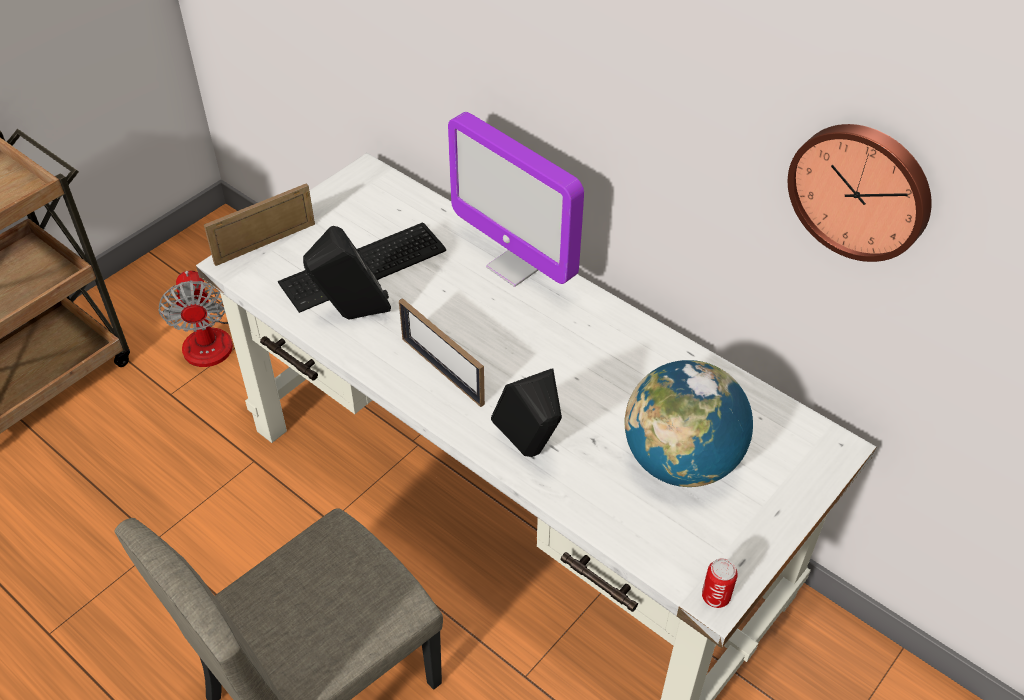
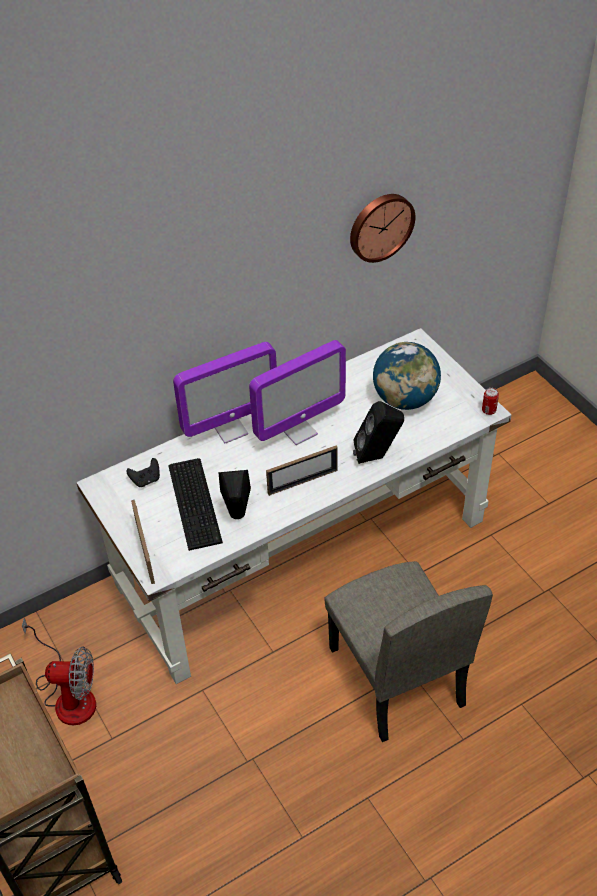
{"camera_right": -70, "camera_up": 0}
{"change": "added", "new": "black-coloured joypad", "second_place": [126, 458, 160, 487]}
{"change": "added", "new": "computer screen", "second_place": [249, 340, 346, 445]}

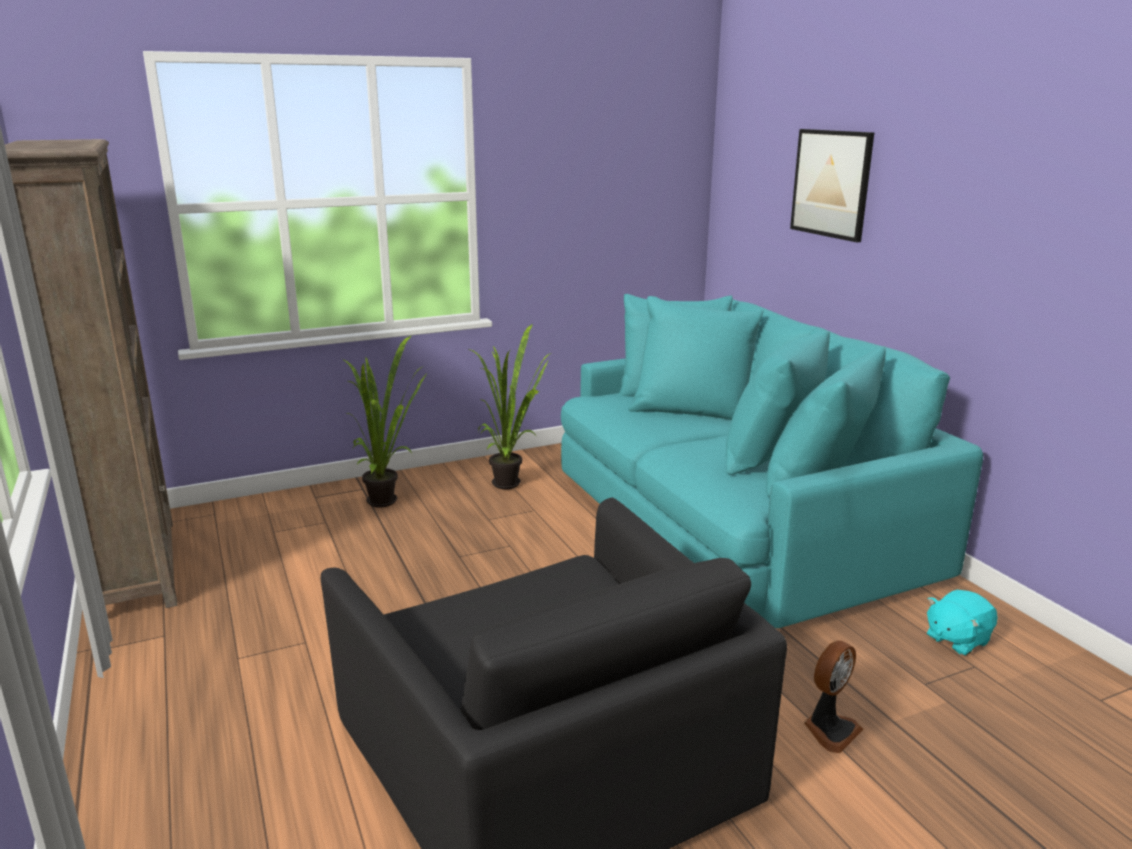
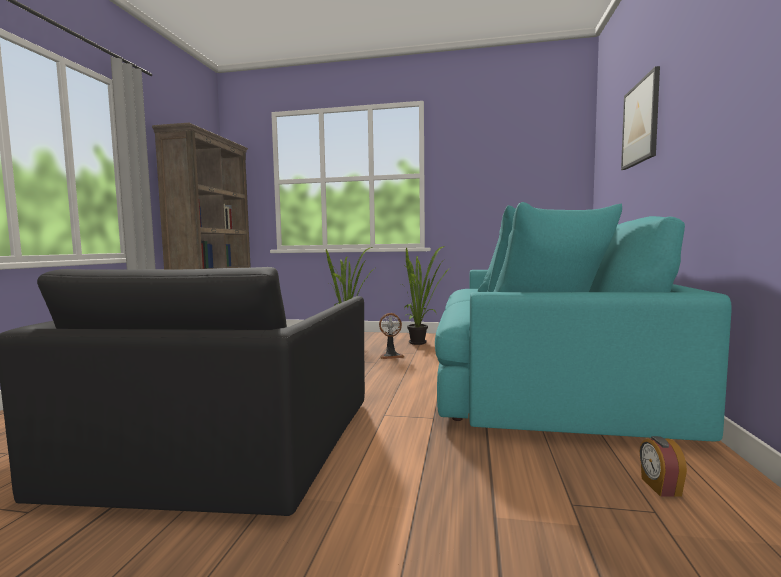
{"camera_right": 35, "camera_up": -15}
{"change": "moved", "old": "cooling fan", "first_place": [804, 641, 864, 753], "second_place": [379, 313, 404, 359]}
{"change": "replaced", "old": "turquoise-coloured plush toy", "new": "bedside clock", "first_place": [927, 590, 998, 656], "second_place": [640, 436, 687, 496]}

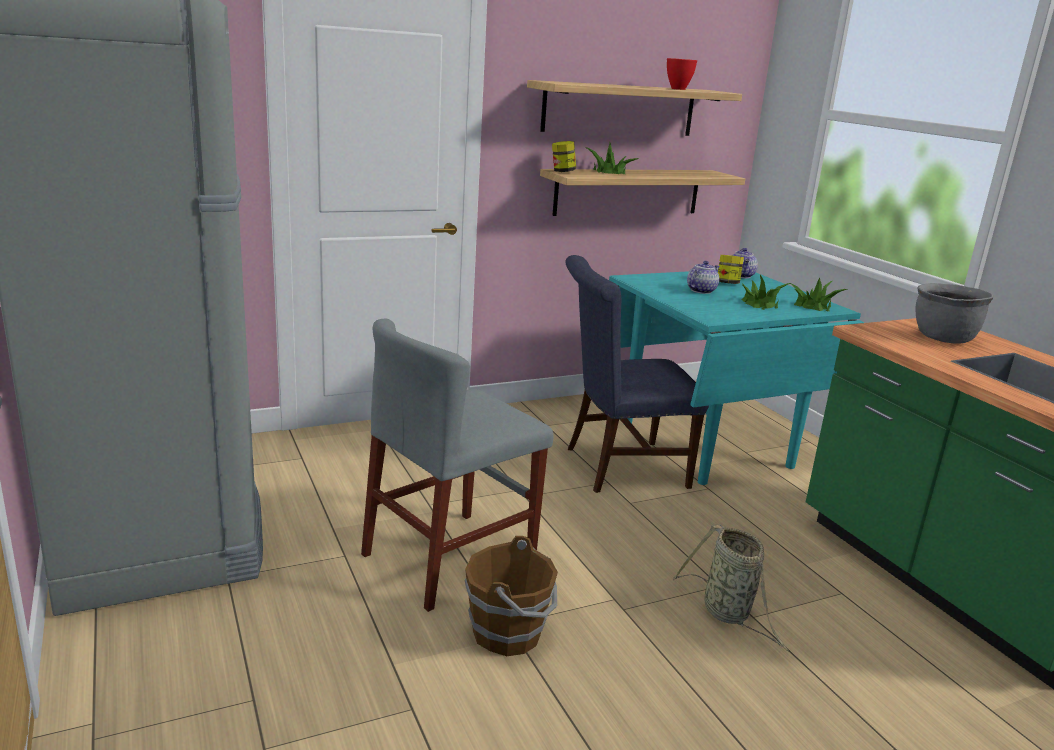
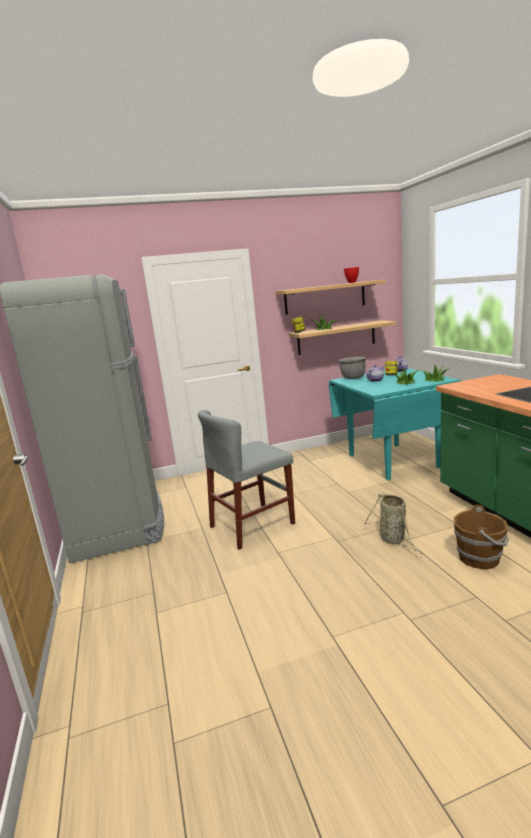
{"camera_right": 10, "camera_up": -5}
{"change": "removed", "old": "blue upright chair", "first_place": [566, 255, 709, 493]}
{"change": "moved", "old": "brownish bucket", "first_place": [465, 536, 558, 656], "second_place": [454, 505, 509, 570]}
{"change": "moved", "old": "greyish saucepot", "first_place": [916, 283, 994, 344], "second_place": [339, 357, 366, 379]}

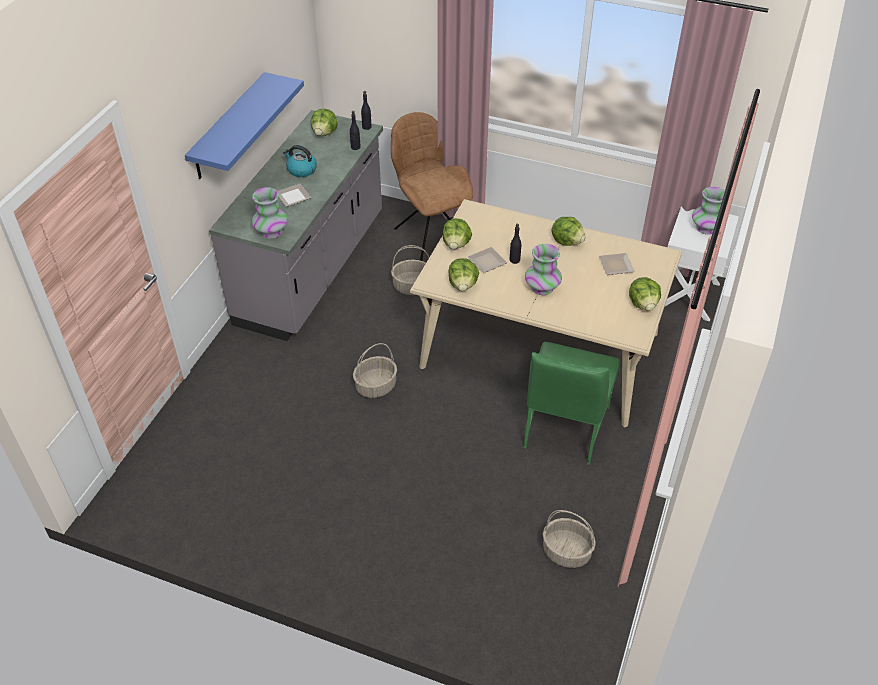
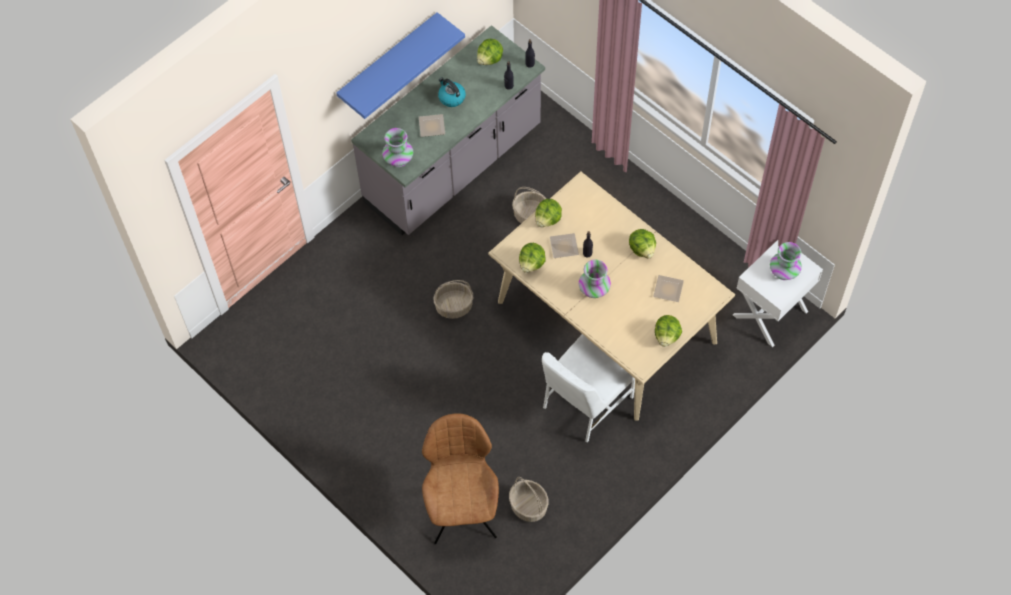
{"camera_right": 25, "camera_up": 15}
{"change": "moved", "old": "brownish upright chair", "first_place": [391, 112, 473, 261], "second_place": [422, 413, 499, 544]}
{"change": "recoloured", "old": "greenish upright chair", "new": "whitish upright chair", "first_place": [523, 342, 620, 465], "second_place": [542, 334, 635, 442]}

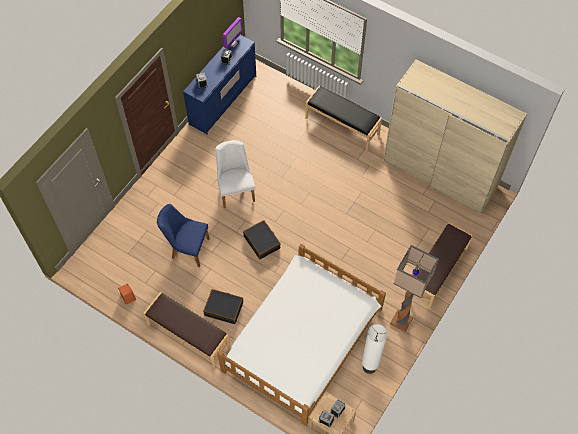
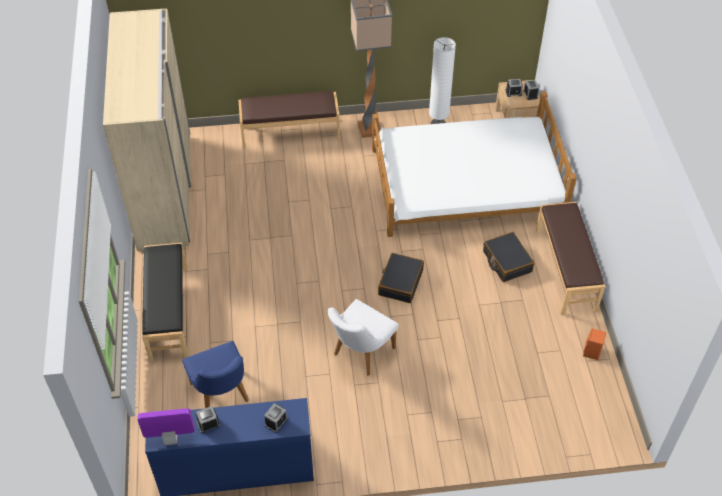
{"camera_right": -130, "camera_up": -10}
{"change": "moved", "old": "blue upright chair", "first_place": [157, 204, 210, 267], "second_place": [182, 341, 249, 408]}

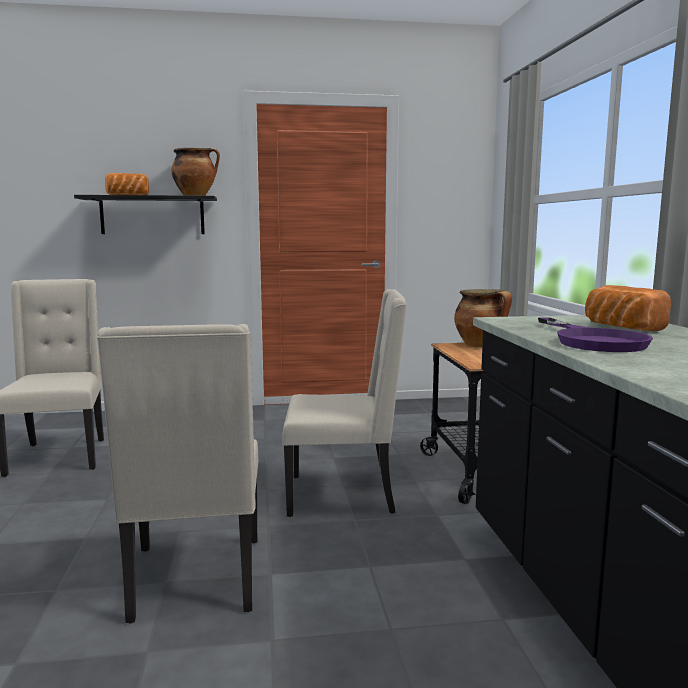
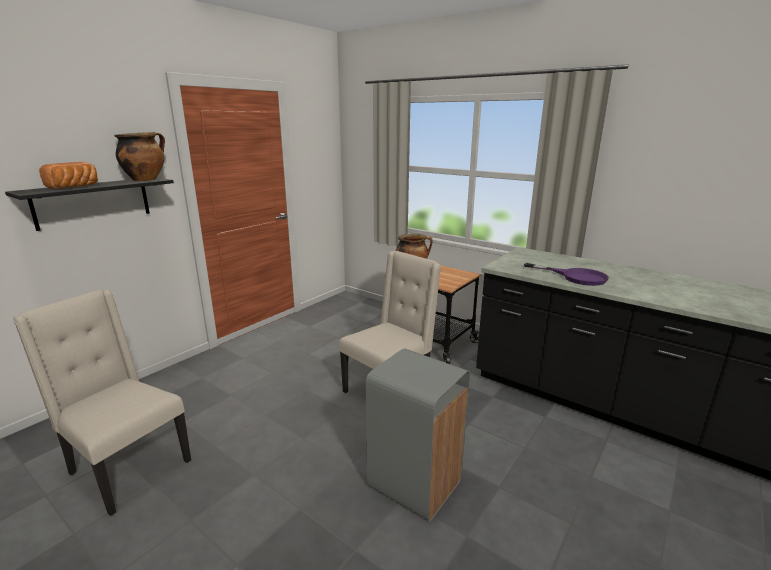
{"camera_right": -45, "camera_up": 10}
{"change": "removed", "old": "baked bread", "first_place": [585, 285, 671, 331]}
{"change": "replaced", "old": "sand-coloured upright chair", "new": "greyish trash can", "first_place": [96, 324, 258, 623], "second_place": [366, 348, 470, 522]}

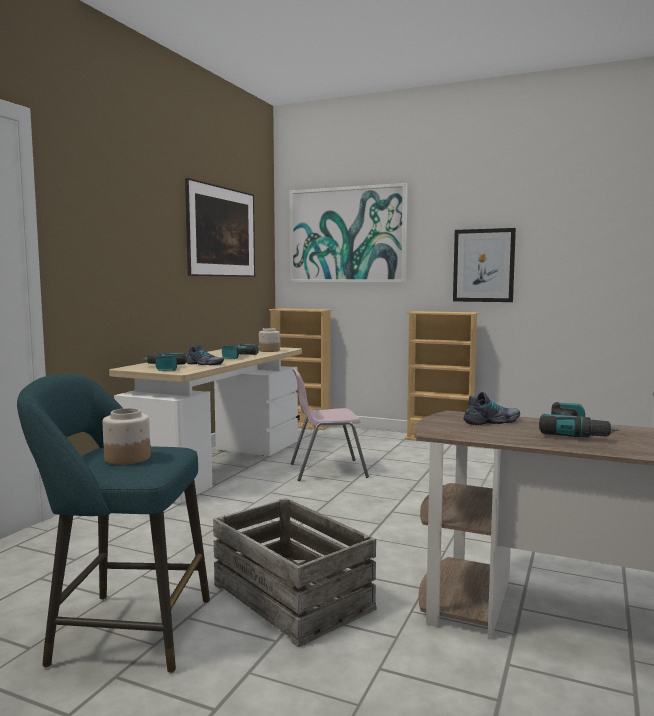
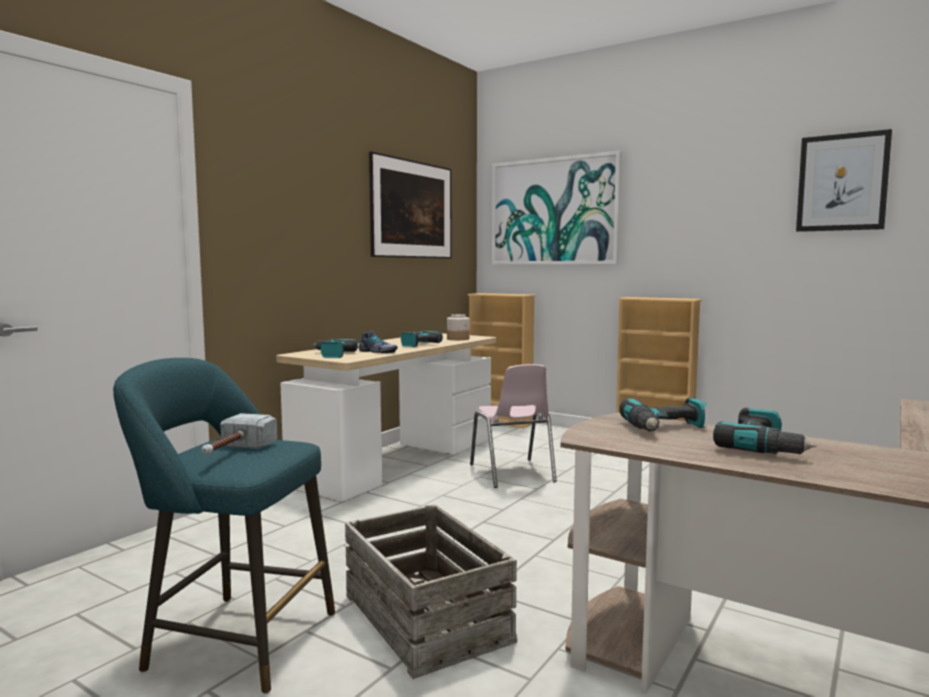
{"camera_right": 10, "camera_up": 0}
{"change": "moved", "old": "wall art", "first_place": [453, 228, 516, 302], "second_place": [796, 129, 892, 232]}
{"change": "replaced", "old": "jar", "new": "tool hammer", "first_place": [103, 408, 151, 465], "second_place": [201, 413, 277, 455]}
{"change": "replaced", "old": "low shoe", "new": "drill", "first_place": [464, 392, 520, 425], "second_place": [619, 397, 707, 431]}
{"change": "turned", "old": "pinkish upright chair", "first_place": [291, 368, 369, 481], "second_place": [470, 364, 557, 488], "degrees": -105}

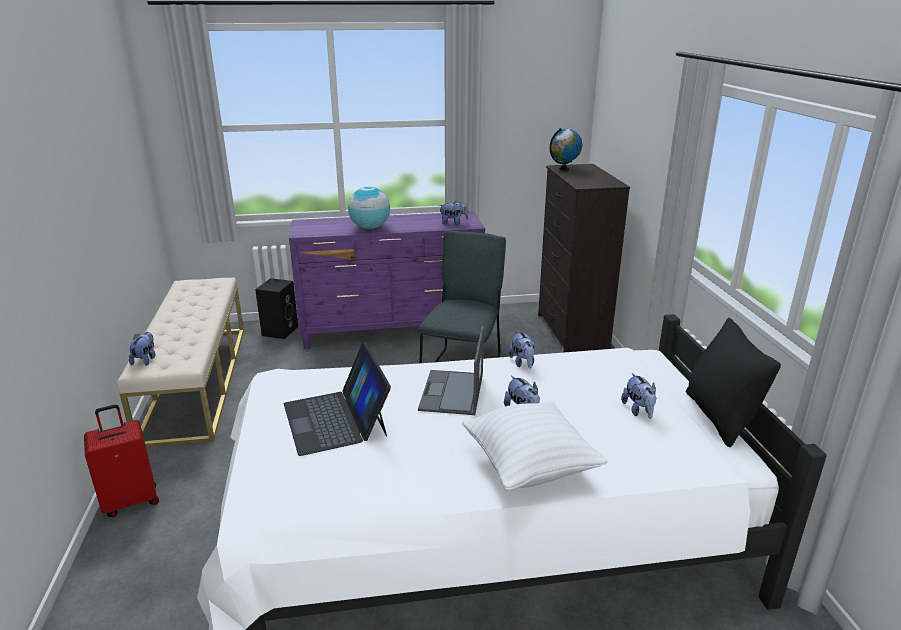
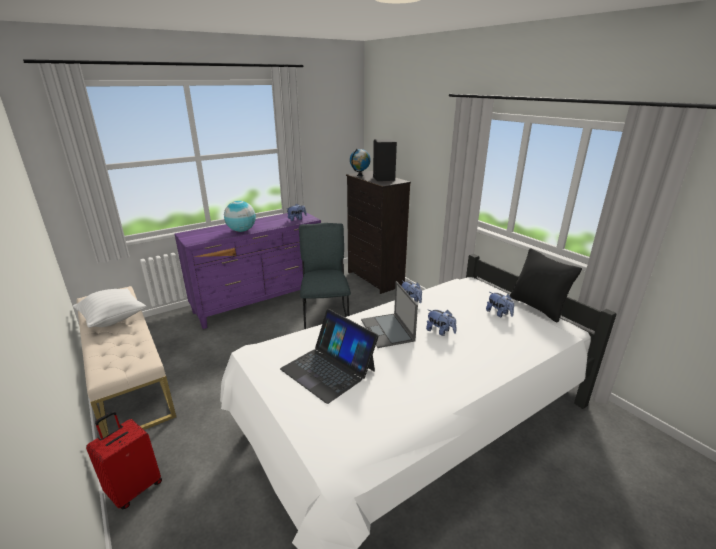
{"camera_right": -25, "camera_up": 0}
{"change": "removed", "old": "plush toy", "first_place": [129, 332, 155, 366]}
{"change": "moved", "old": "black-coloured loudspeaker", "first_place": [255, 278, 298, 339], "second_place": [373, 139, 397, 181]}
{"change": "moved", "old": "whitish throw pillow", "first_place": [462, 402, 608, 491], "second_place": [73, 288, 146, 328]}

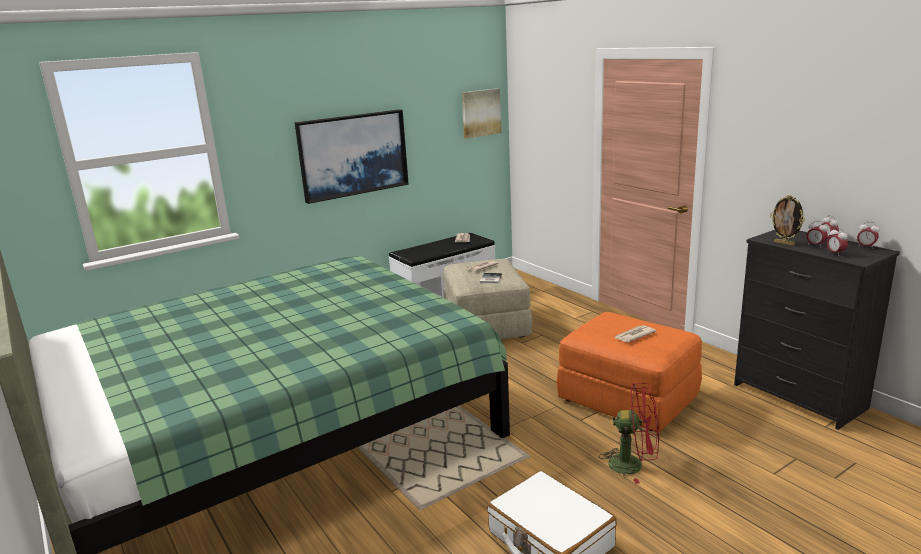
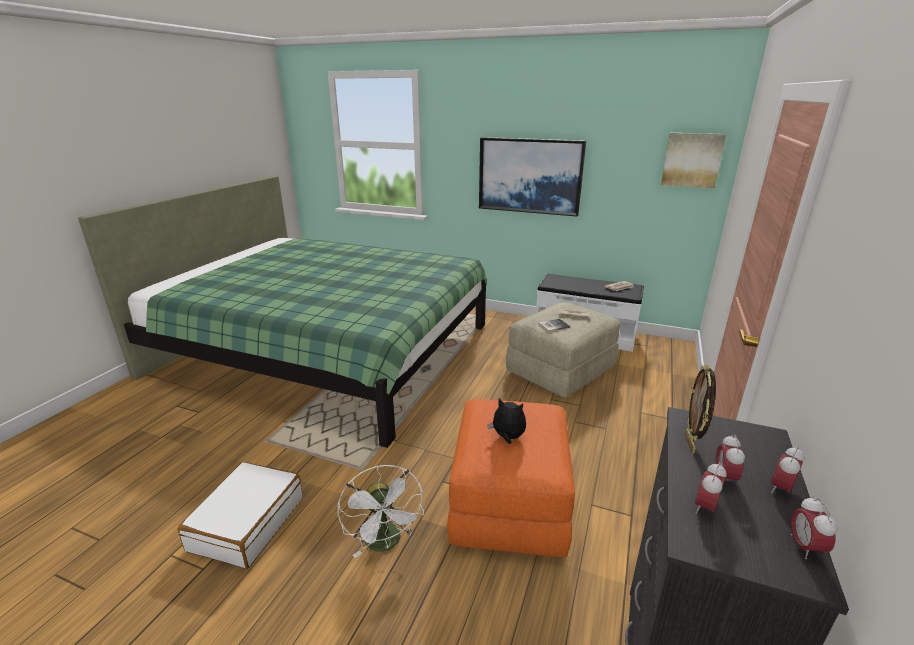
{"camera_right": 55, "camera_up": 5}
{"change": "replaced", "old": "newspaper", "new": "plush toy", "first_place": [615, 325, 656, 342], "second_place": [488, 398, 526, 444]}
{"change": "recoloured", "old": "red-coloured cooling fan", "new": "whitish cooling fan", "first_place": [599, 383, 659, 484], "second_place": [338, 465, 424, 558]}

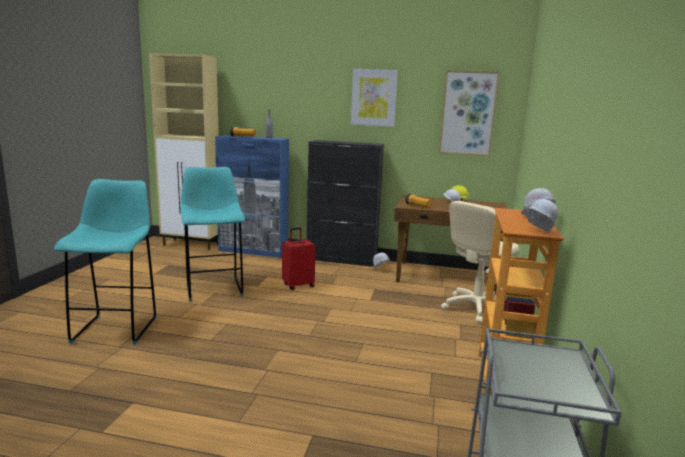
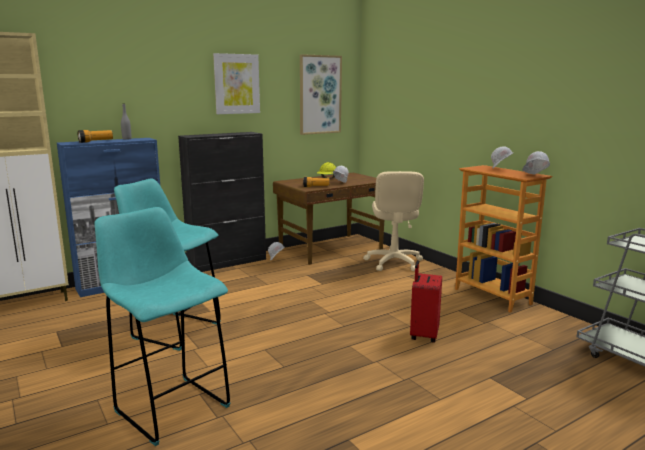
{"camera_right": -45, "camera_up": 0}
{"change": "moved", "old": "red-coloured piece of luggage", "first_place": [282, 227, 316, 290], "second_place": [410, 260, 442, 343]}

